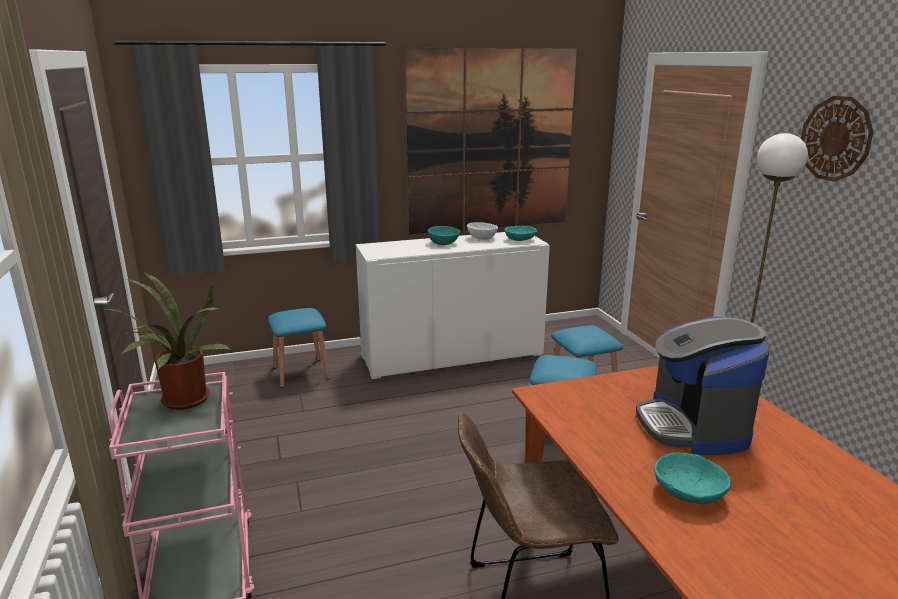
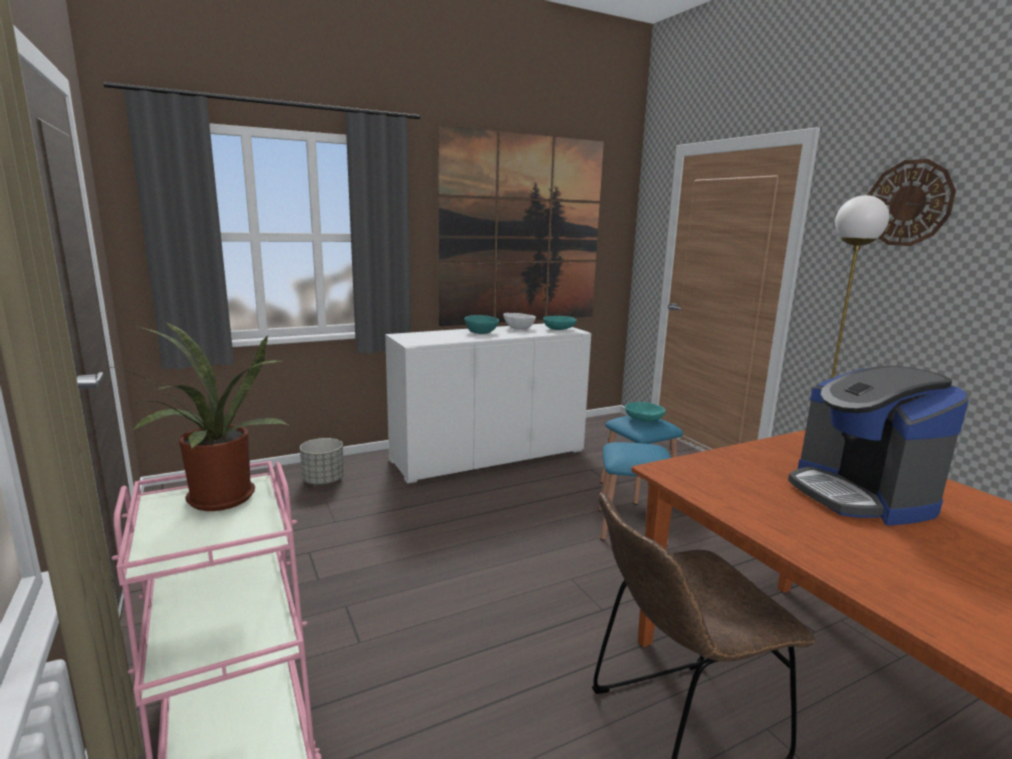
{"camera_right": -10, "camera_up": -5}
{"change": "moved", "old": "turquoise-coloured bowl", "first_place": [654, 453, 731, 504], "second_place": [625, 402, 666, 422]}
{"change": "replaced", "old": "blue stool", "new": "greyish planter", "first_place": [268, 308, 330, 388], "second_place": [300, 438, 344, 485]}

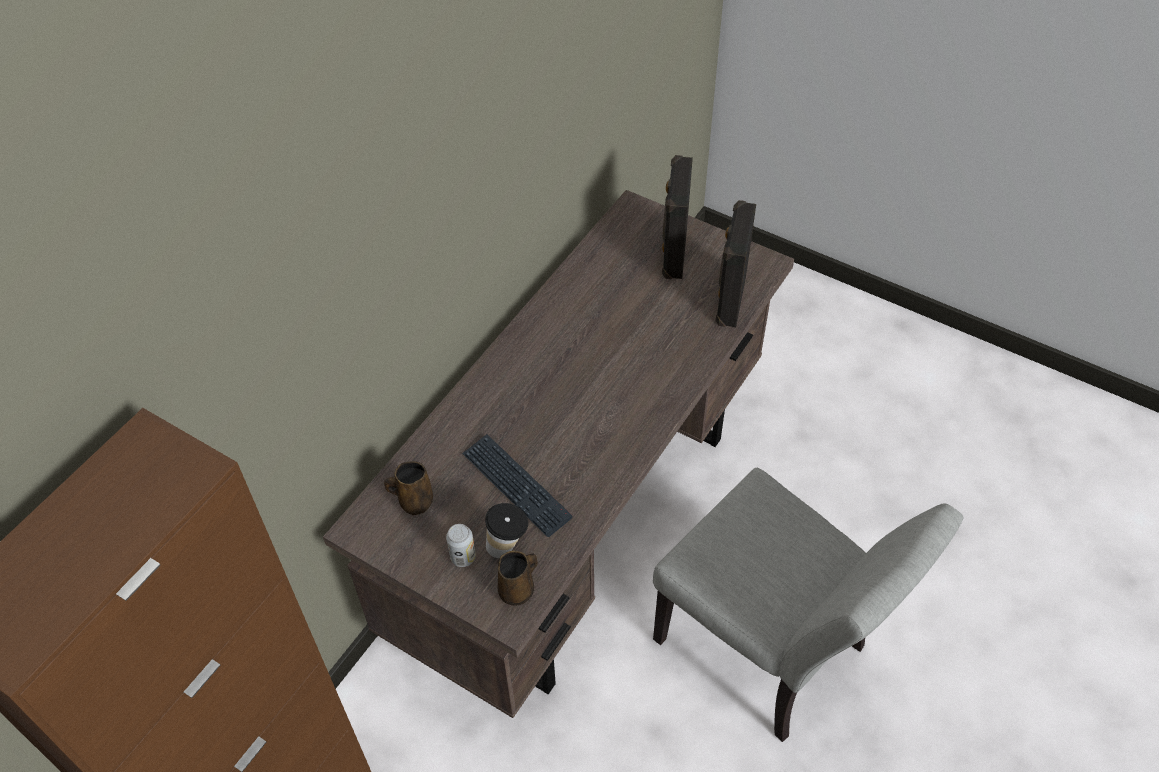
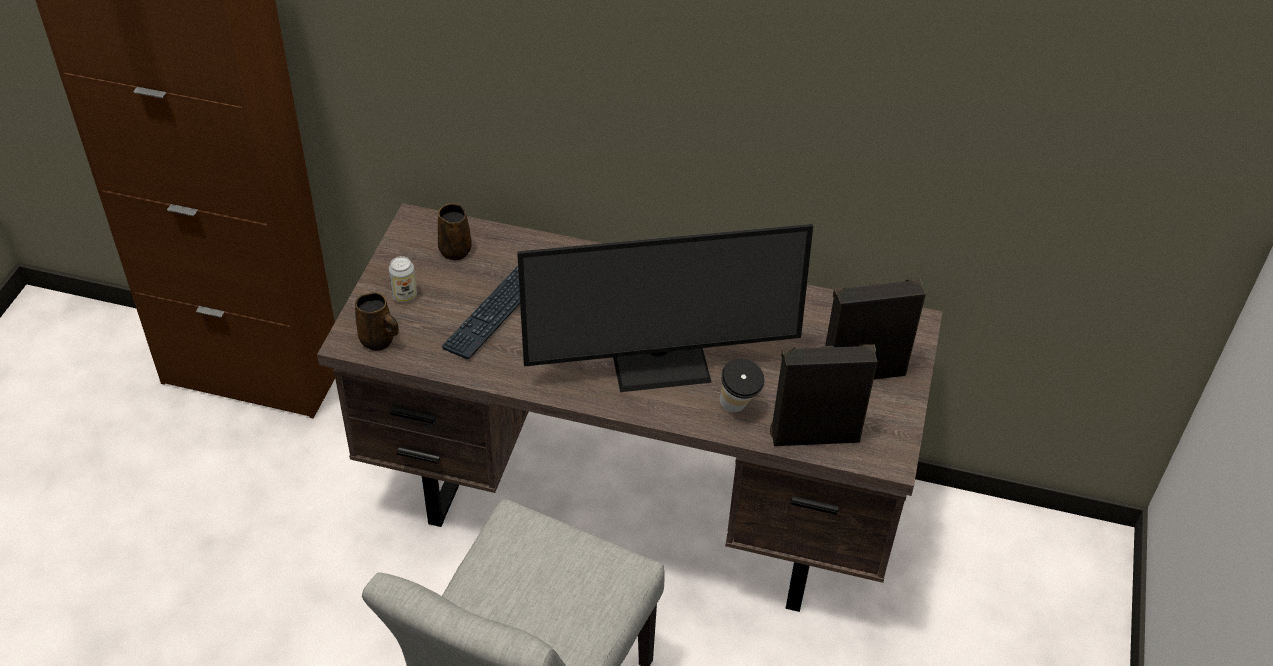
{"camera_right": 70, "camera_up": -5}
{"change": "added", "new": "computer screen", "second_place": [517, 224, 813, 392]}
{"change": "moved", "old": "drinking cup", "first_place": [485, 503, 528, 558], "second_place": [720, 359, 765, 413]}

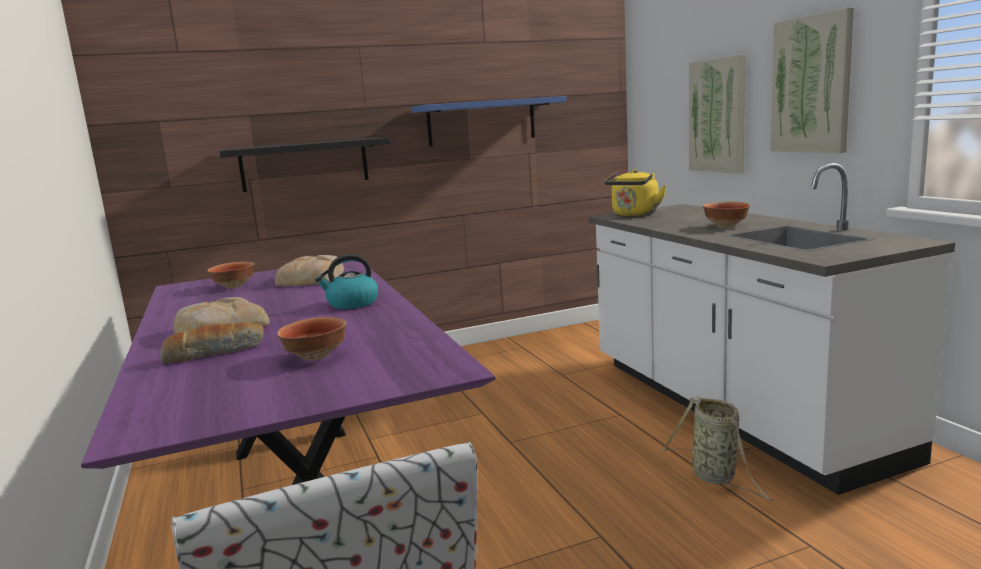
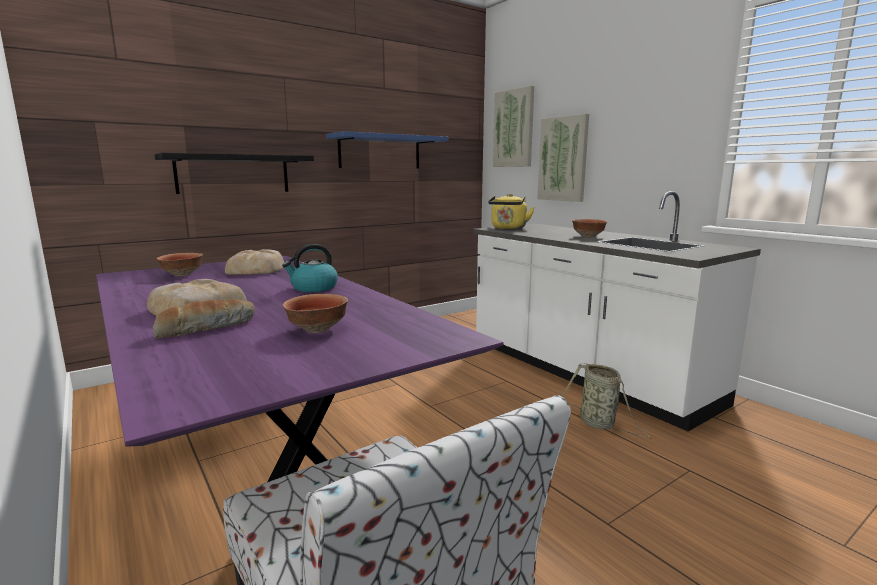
{"camera_right": -15, "camera_up": 0}
{"change": "moved", "old": "wall art", "first_place": [770, 7, 854, 153], "second_place": [493, 86, 534, 167]}

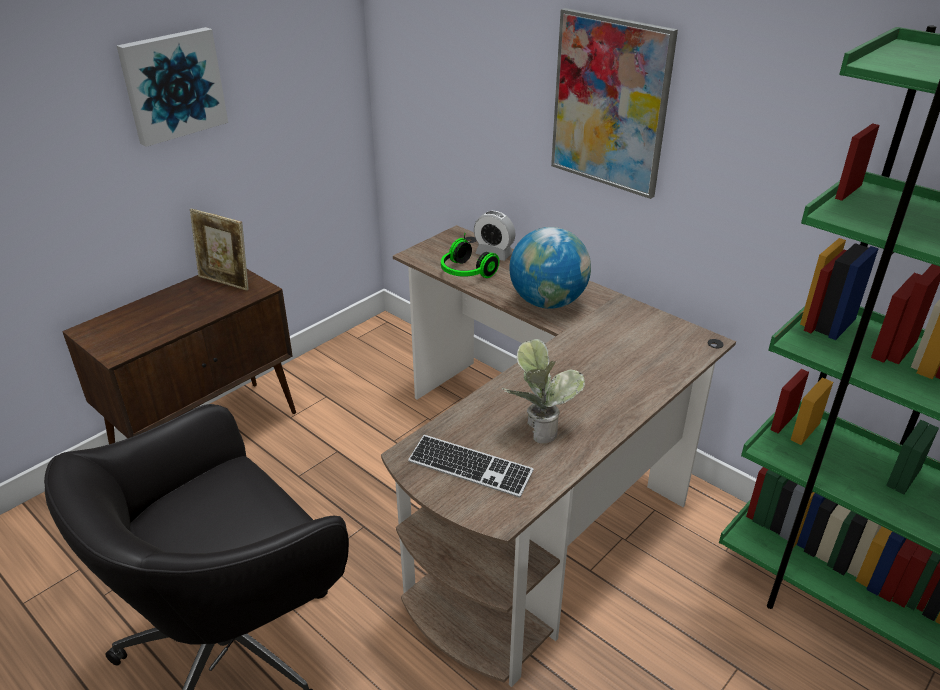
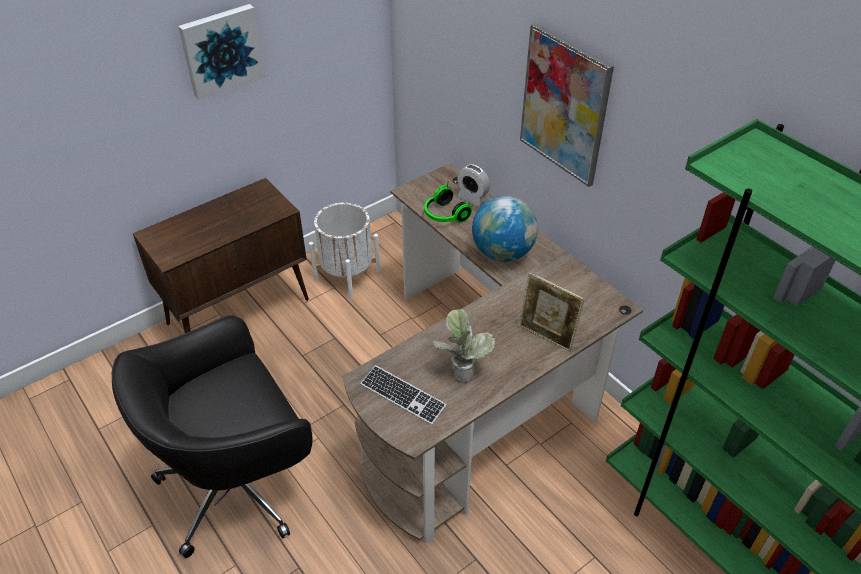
{"camera_right": 10, "camera_up": 10}
{"change": "added", "new": "whitish planter", "second_place": [309, 203, 380, 298]}
{"change": "moved", "old": "standing frame", "first_place": [190, 208, 249, 291], "second_place": [519, 272, 585, 352]}

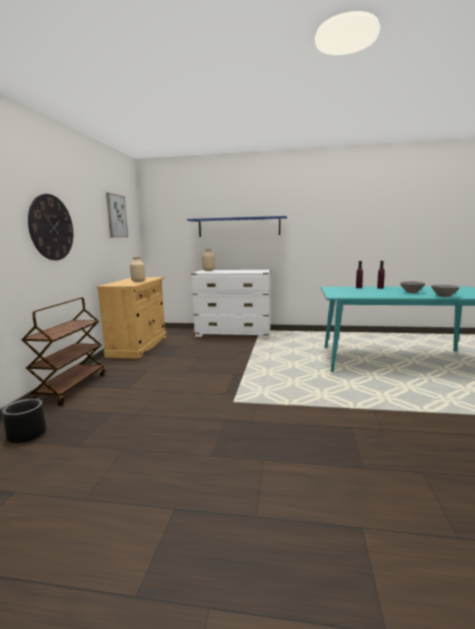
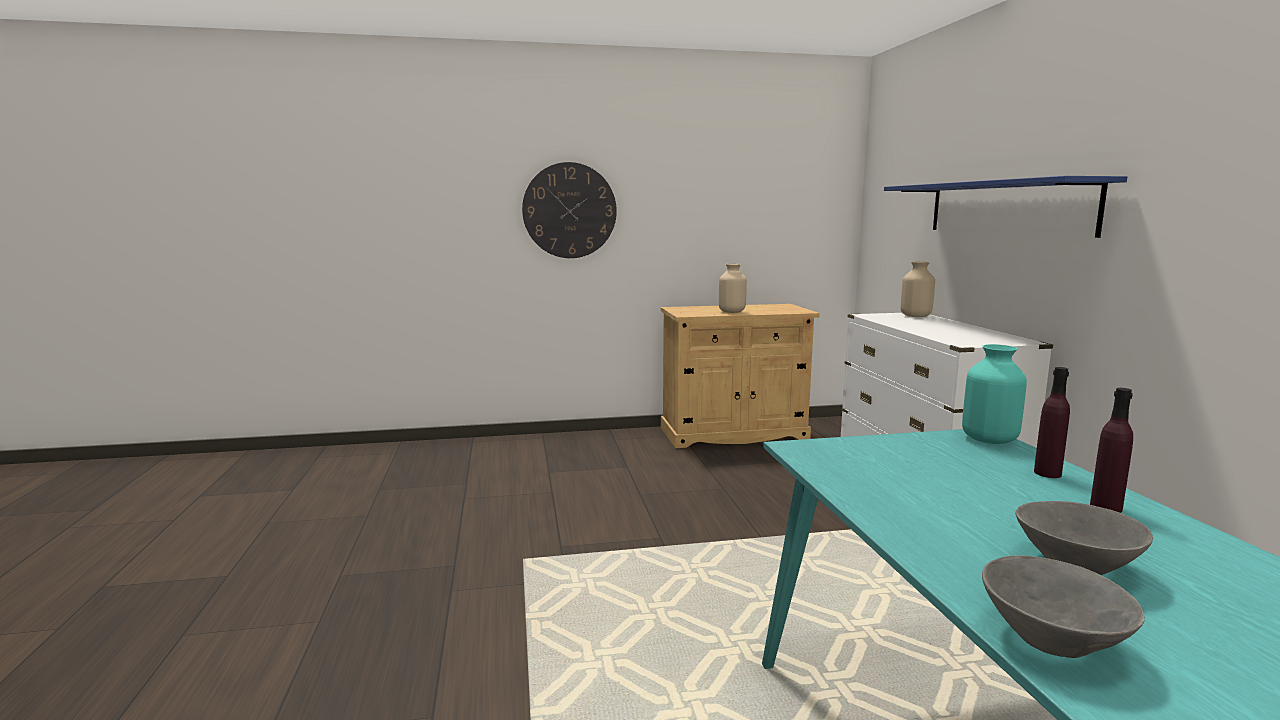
{"camera_right": 70, "camera_up": 0}
{"change": "removed", "old": "black-coloured planter", "first_place": [2, 399, 46, 443]}
{"change": "removed", "old": "brownish trolley", "first_place": [21, 297, 105, 406]}
{"change": "removed", "old": "wall art", "first_place": [106, 193, 128, 238]}
{"change": "added", "new": "turquoise-coloured vase", "second_place": [962, 344, 1027, 444]}

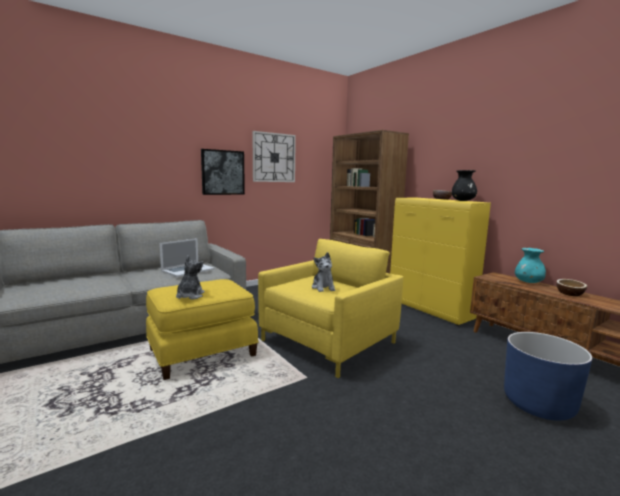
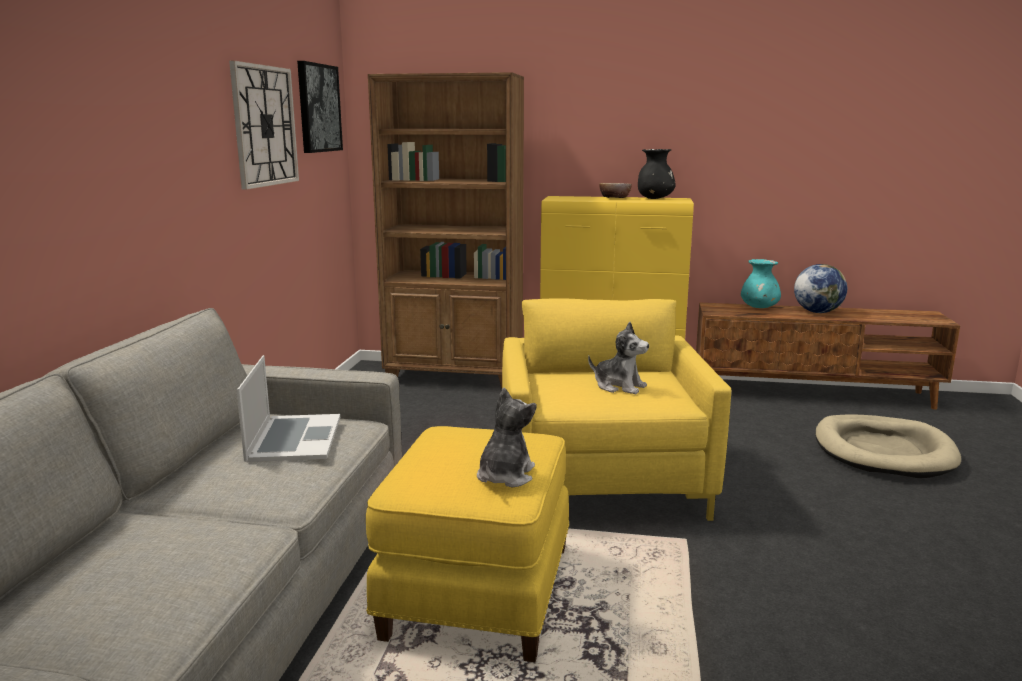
{"camera_right": -45, "camera_up": 5}
{"change": "moved", "old": "wall art", "first_place": [201, 149, 245, 195], "second_place": [297, 61, 343, 153]}
{"change": "replaced", "old": "blue planter", "new": "sand-coloured dog cushion", "first_place": [504, 332, 592, 421], "second_place": [815, 414, 961, 478]}
{"change": "replaced", "old": "bowl", "new": "desk globe", "first_place": [556, 279, 587, 296], "second_place": [794, 264, 847, 313]}
{"change": "turned", "old": "plush toy", "first_place": [176, 255, 205, 300], "second_place": [477, 388, 537, 487], "degrees": 60}

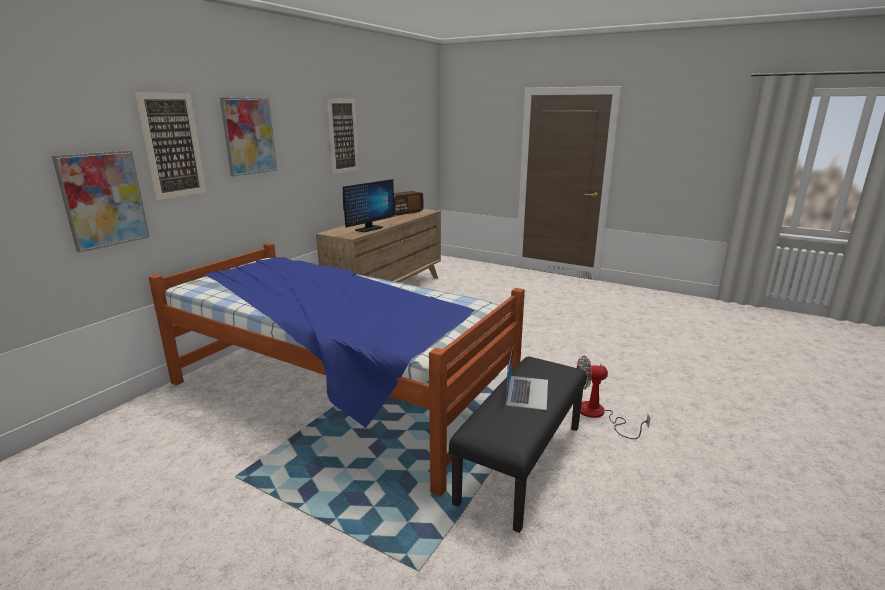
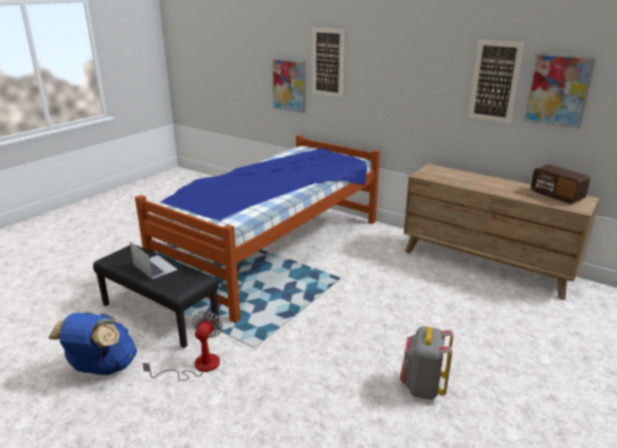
{"camera_right": 95, "camera_up": 5}
{"change": "removed", "old": "computer screen", "first_place": [343, 179, 395, 232]}
{"change": "added", "new": "blue knapsack", "second_place": [48, 312, 137, 375]}
{"change": "added", "new": "greyish knapsack", "second_place": [400, 326, 453, 400]}
{"change": "moved", "old": "wall art", "first_place": [220, 97, 277, 176], "second_place": [524, 53, 596, 128]}
{"change": "turned", "old": "portable computer", "first_place": [506, 347, 548, 410], "second_place": [130, 242, 178, 280], "degrees": -150}

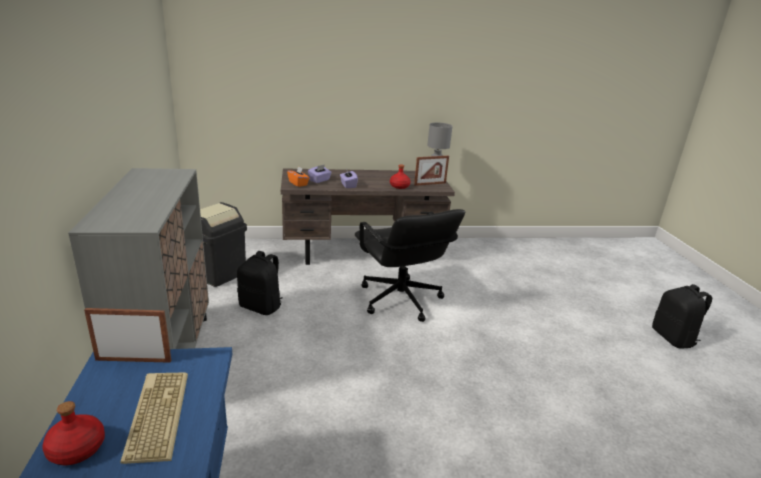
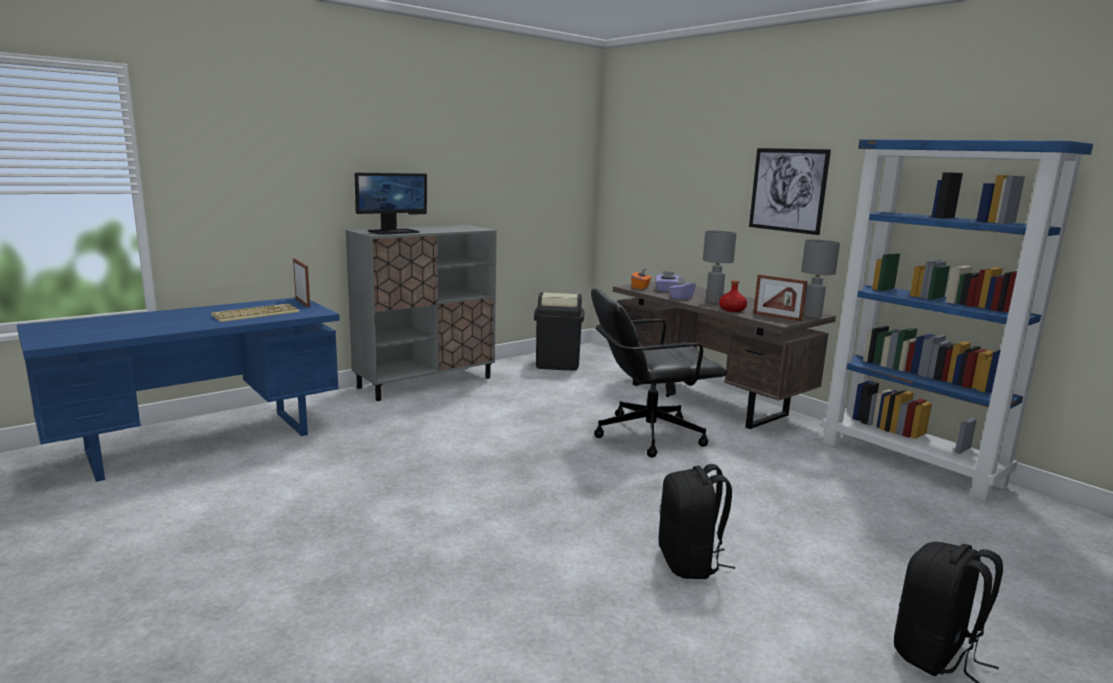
{"camera_right": 60, "camera_up": -10}
{"change": "removed", "old": "red-coloured drink bottle", "first_place": [42, 401, 105, 465]}
{"change": "added", "new": "computer screen", "second_place": [355, 173, 427, 235]}
{"change": "added", "new": "greyish lamp for a table", "second_place": [703, 231, 737, 303]}
{"change": "added", "new": "wall art", "second_place": [749, 148, 831, 235]}
{"change": "added", "new": "blue bookcase", "second_place": [821, 139, 1093, 502]}
{"change": "moved", "old": "black-coloured knapsack", "first_place": [237, 251, 283, 315], "second_place": [659, 464, 735, 579]}
{"change": "turned", "old": "black-coloured office chair", "first_place": [355, 209, 465, 322], "second_place": [591, 288, 727, 458], "degrees": 45}

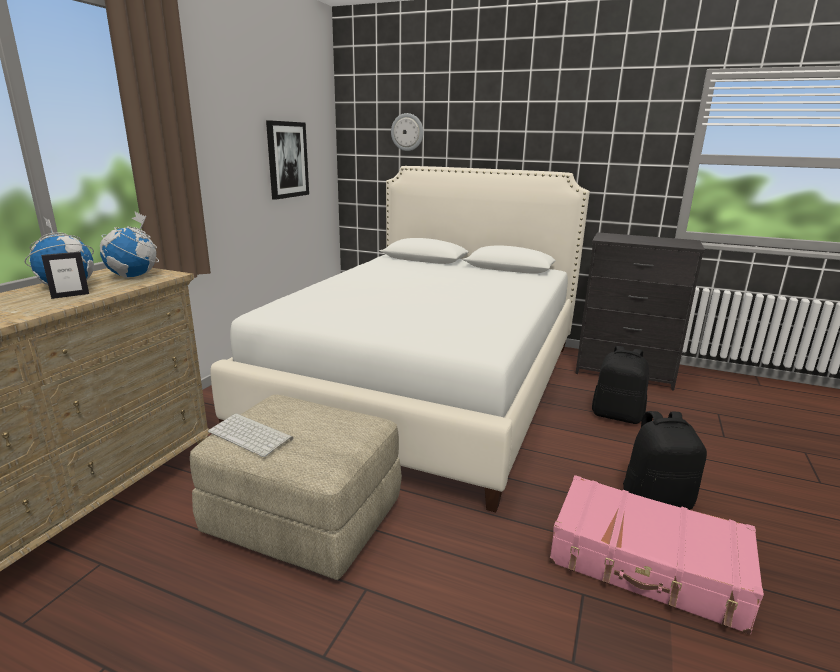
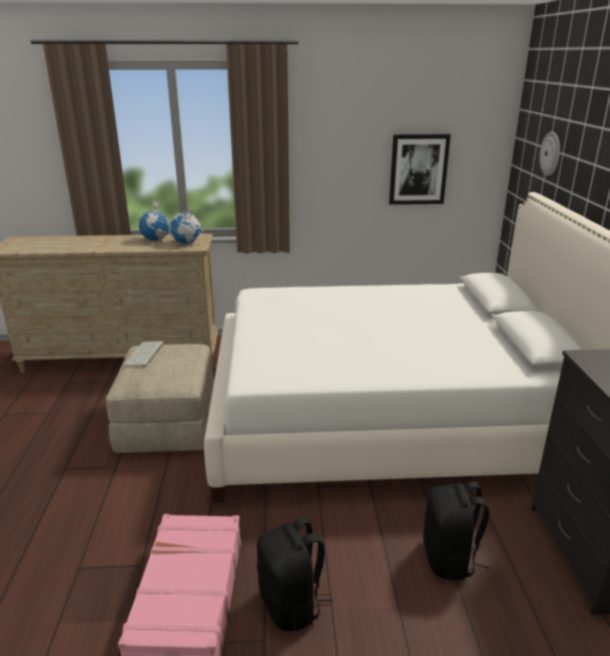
{"camera_right": 65, "camera_up": 5}
{"change": "removed", "old": "standing frame", "first_place": [41, 252, 89, 299]}

